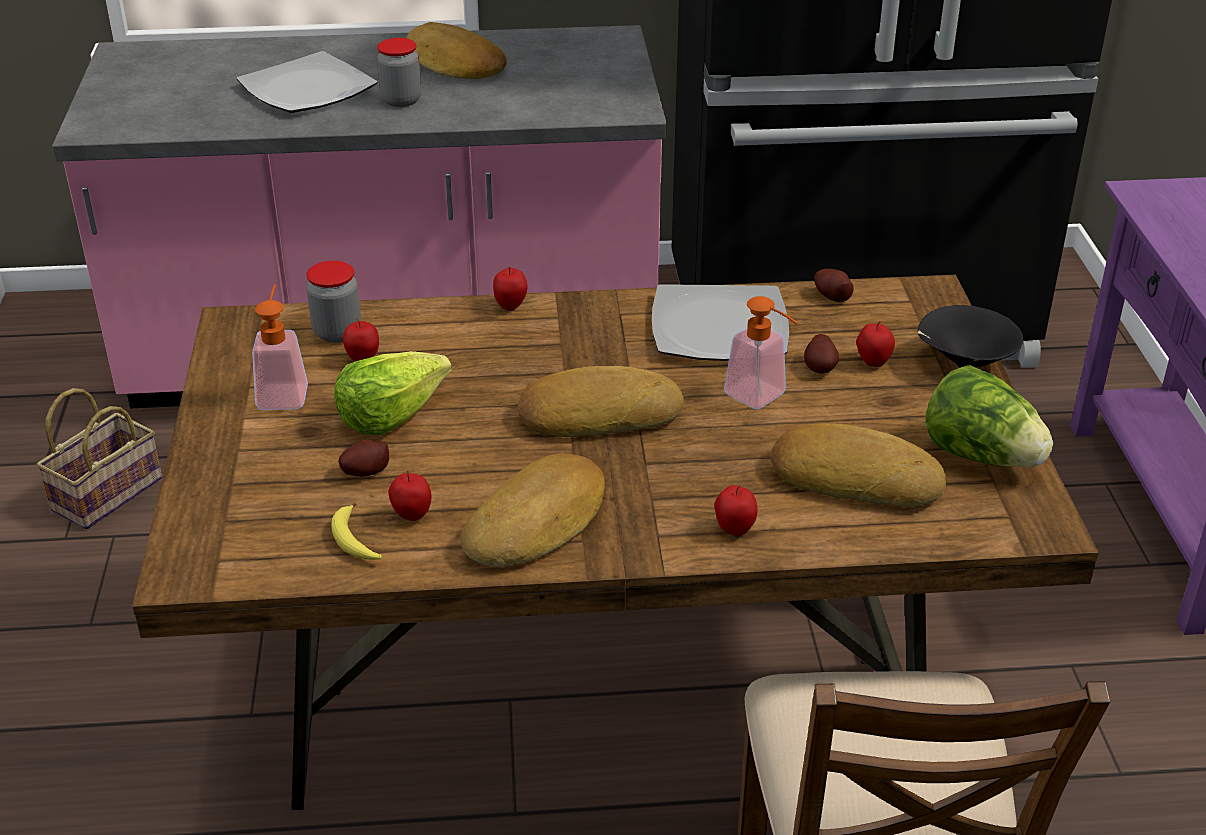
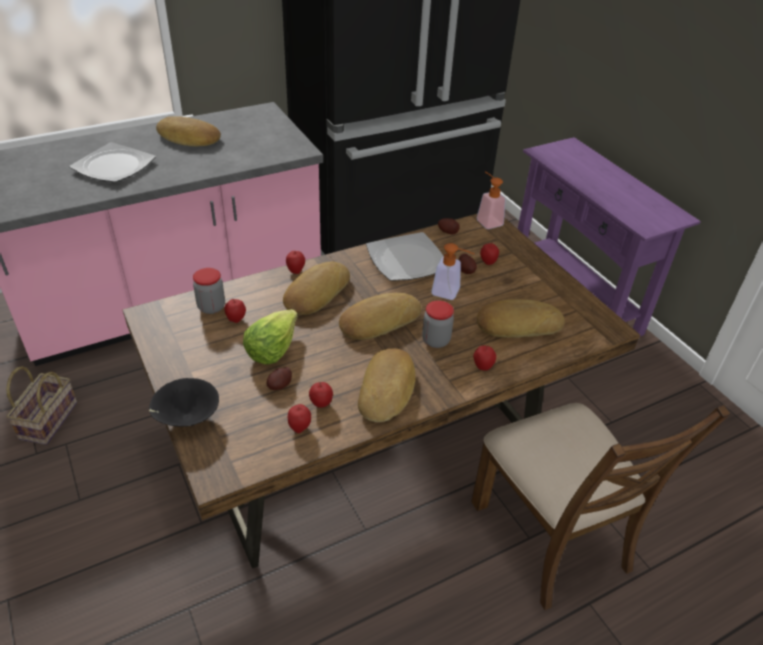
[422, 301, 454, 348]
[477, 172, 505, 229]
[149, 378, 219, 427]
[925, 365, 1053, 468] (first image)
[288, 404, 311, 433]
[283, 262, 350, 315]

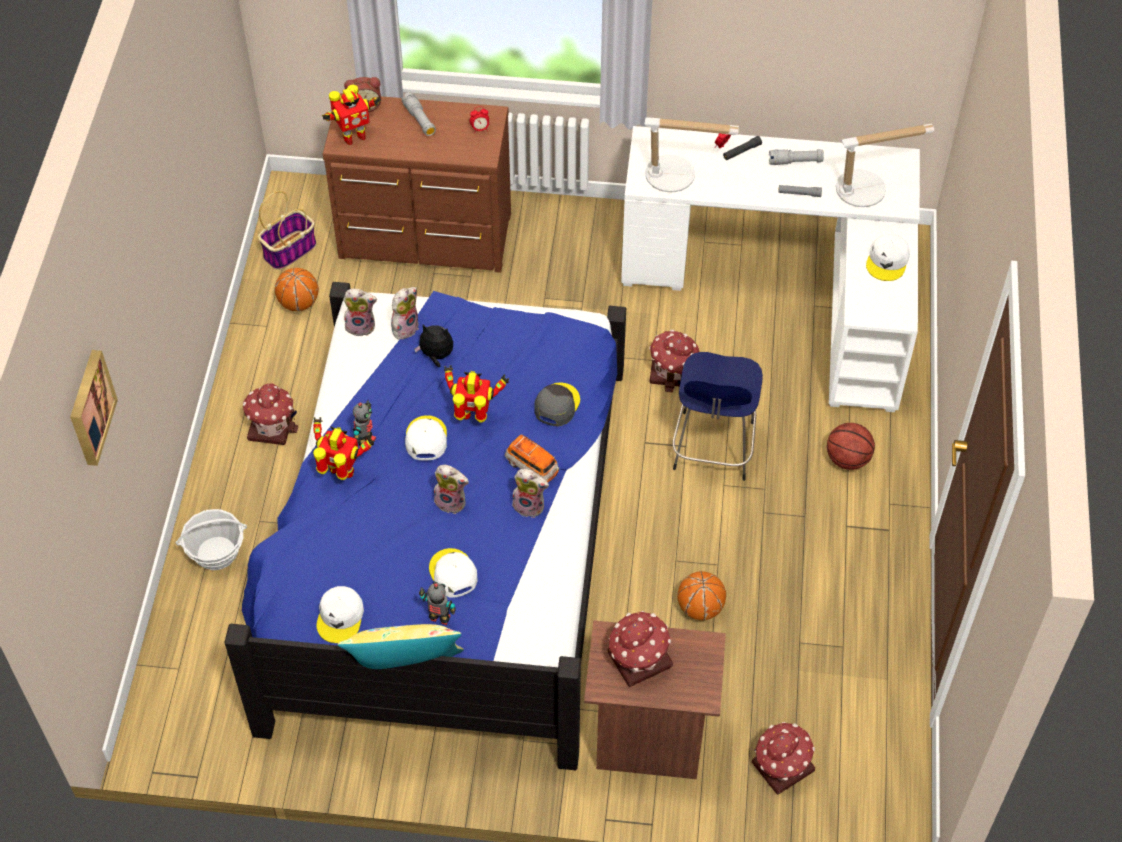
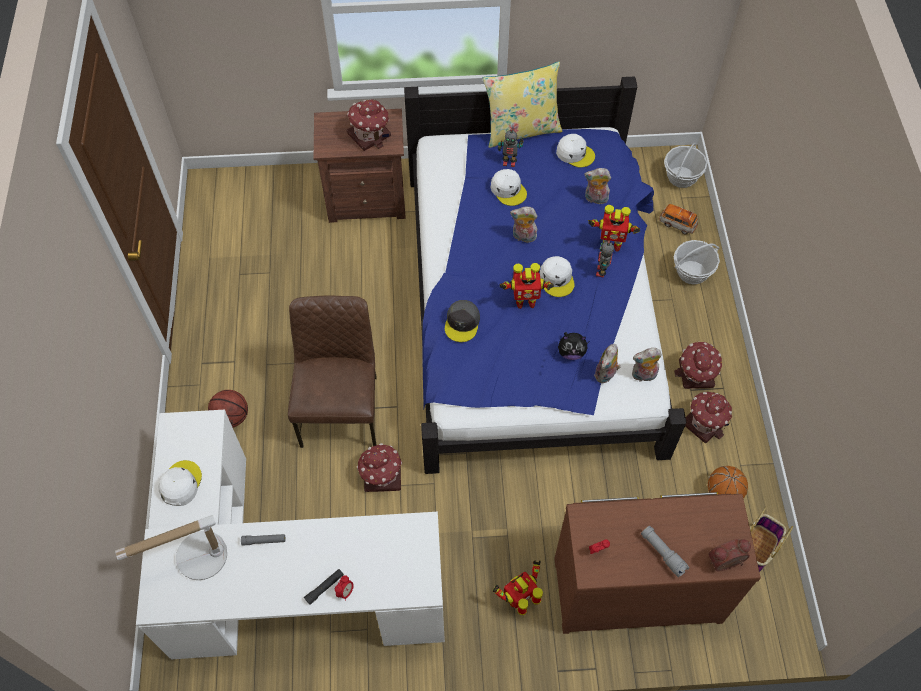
[493, 560, 543, 615]
[644, 117, 739, 192] (first image)
[769, 149, 824, 165] (first image)
[70, 350, 118, 466] (first image)
[288, 296, 377, 448]
[659, 204, 698, 235]
[584, 168, 611, 204]
[677, 571, 726, 621] (first image)
[556, 134, 595, 167]
[685, 391, 732, 443]
[664, 143, 707, 188]

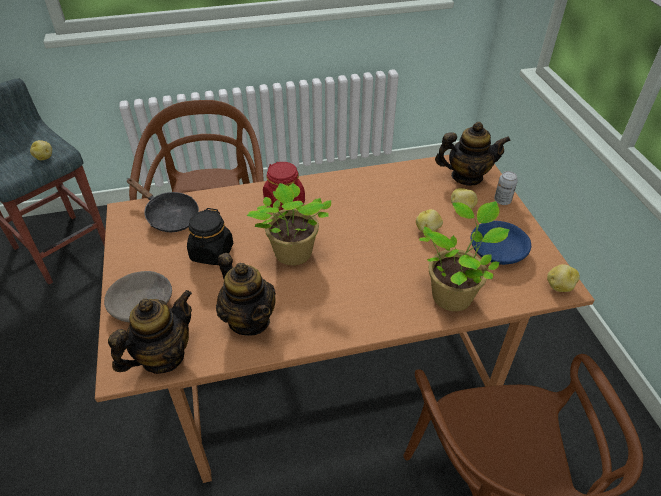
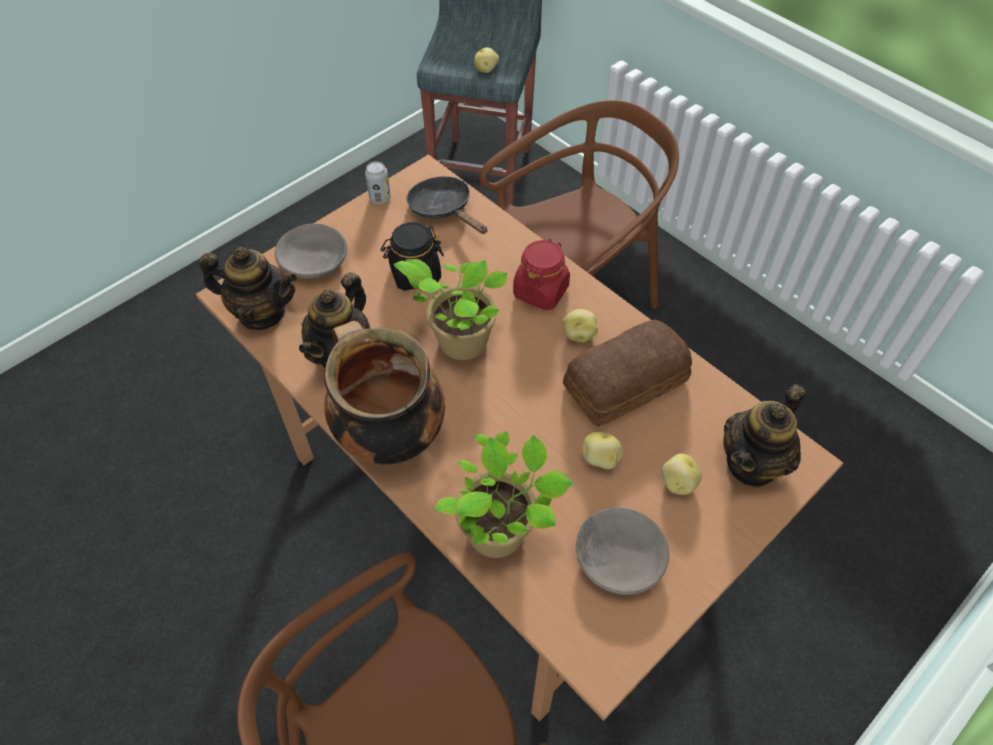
[723, 384, 806, 488]
[365, 161, 391, 204]
[406, 176, 488, 234]
[576, 508, 669, 595]
[562, 309, 598, 343]
[563, 320, 692, 427]
[324, 321, 445, 465]

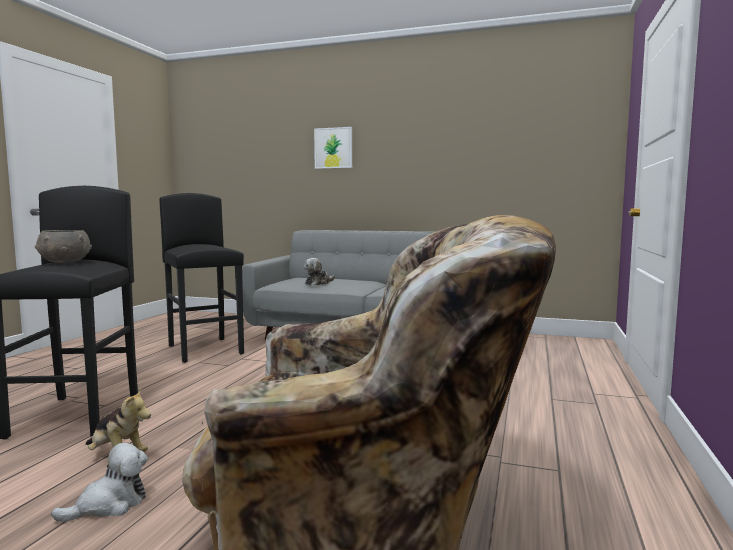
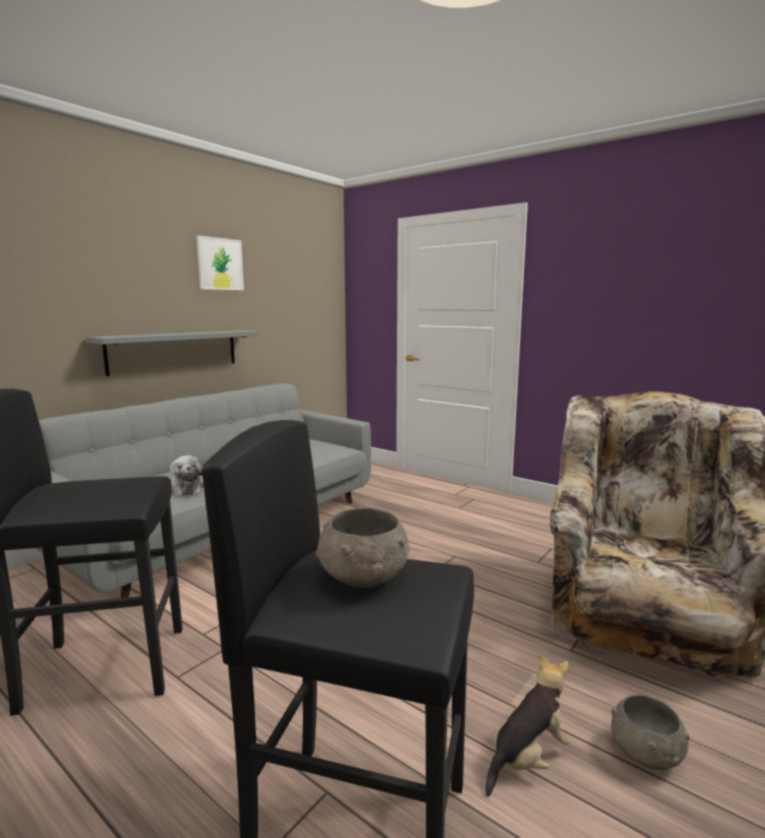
[196, 235, 244, 290]
[611, 694, 690, 770]
[86, 330, 260, 376]

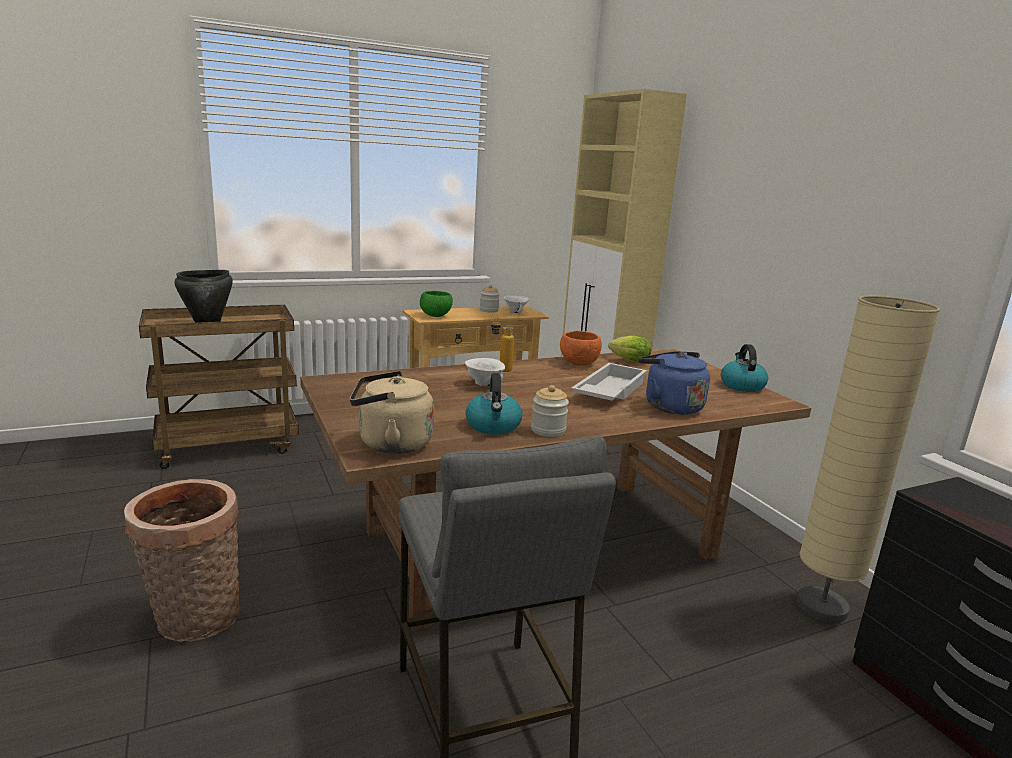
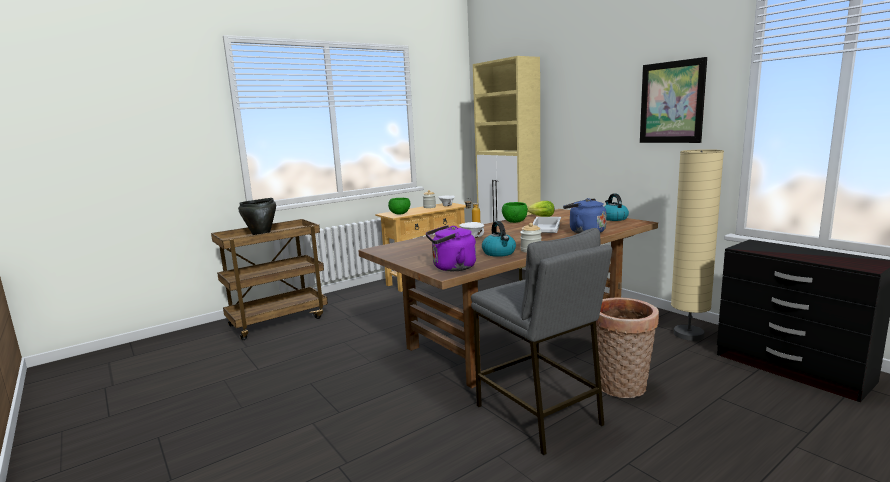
[502, 202, 528, 223]
[426, 225, 476, 271]
[596, 297, 659, 398]
[640, 57, 707, 143]

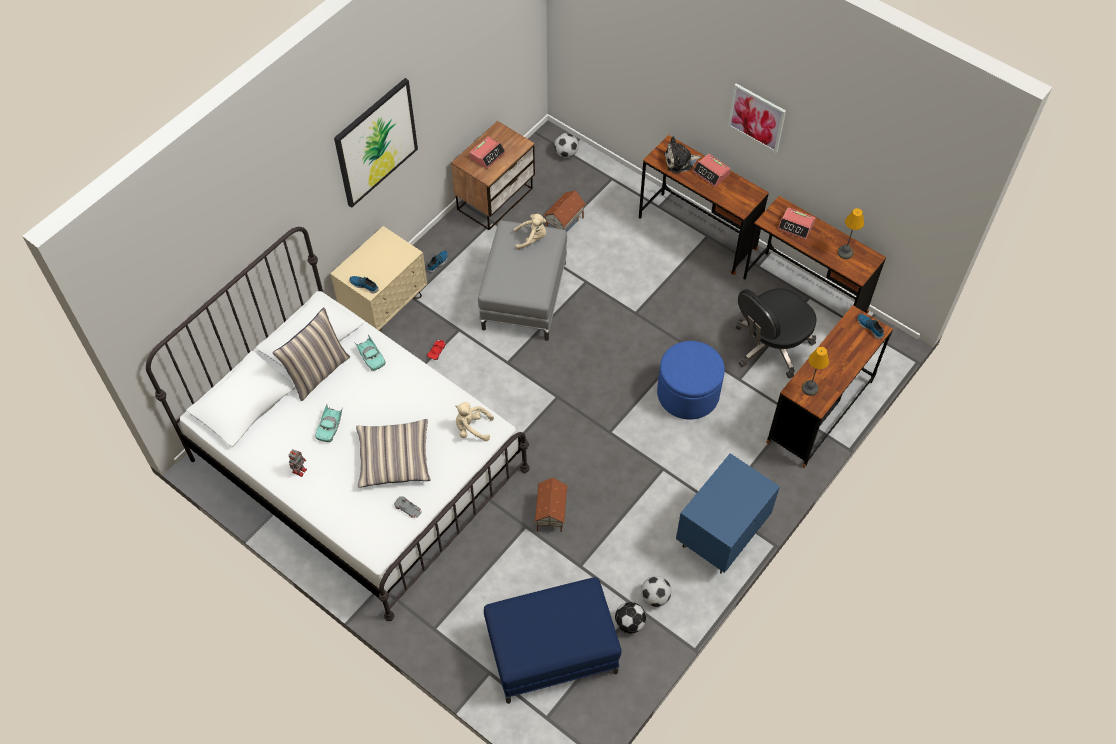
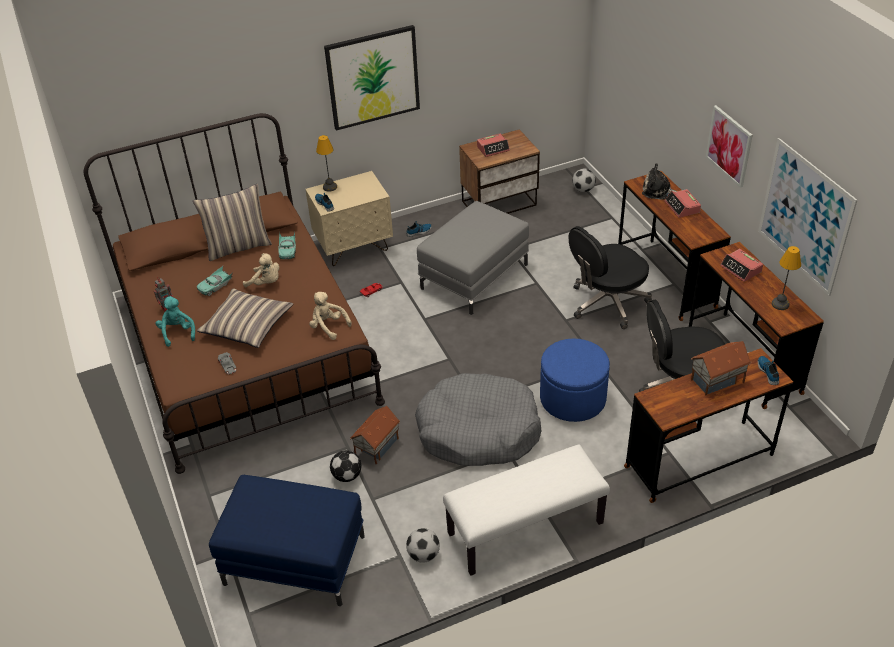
[691, 341, 752, 396]
[243, 253, 279, 288]
[84, 113, 385, 474]
[316, 135, 337, 192]
[443, 445, 610, 576]
[330, 450, 361, 482]
[758, 138, 857, 296]
[569, 226, 652, 329]
[156, 296, 195, 347]
[415, 373, 541, 466]

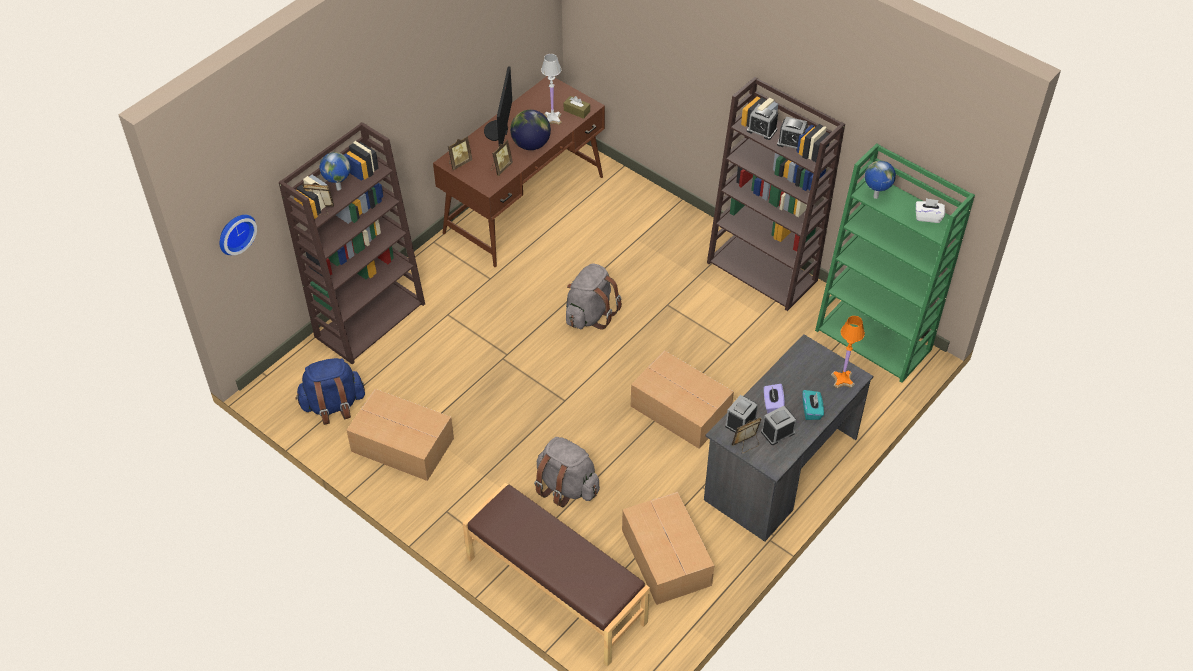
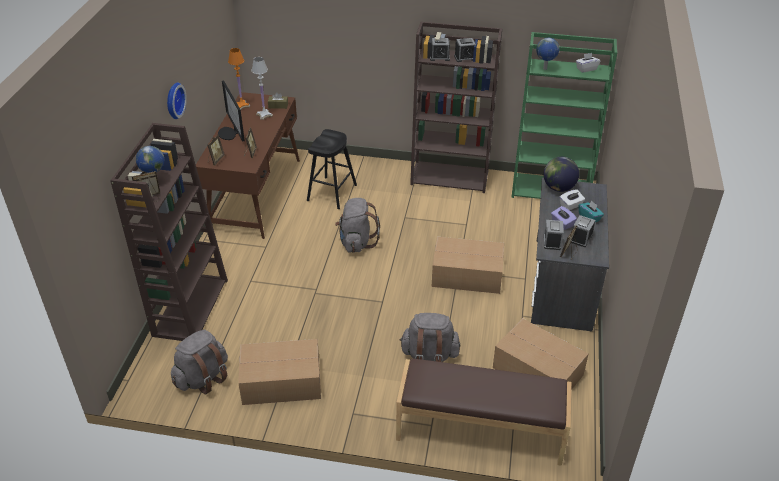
[543, 157, 579, 192]
[167, 83, 187, 119]
[228, 48, 250, 110]
[171, 329, 228, 394]
[307, 129, 357, 209]
[560, 190, 585, 210]

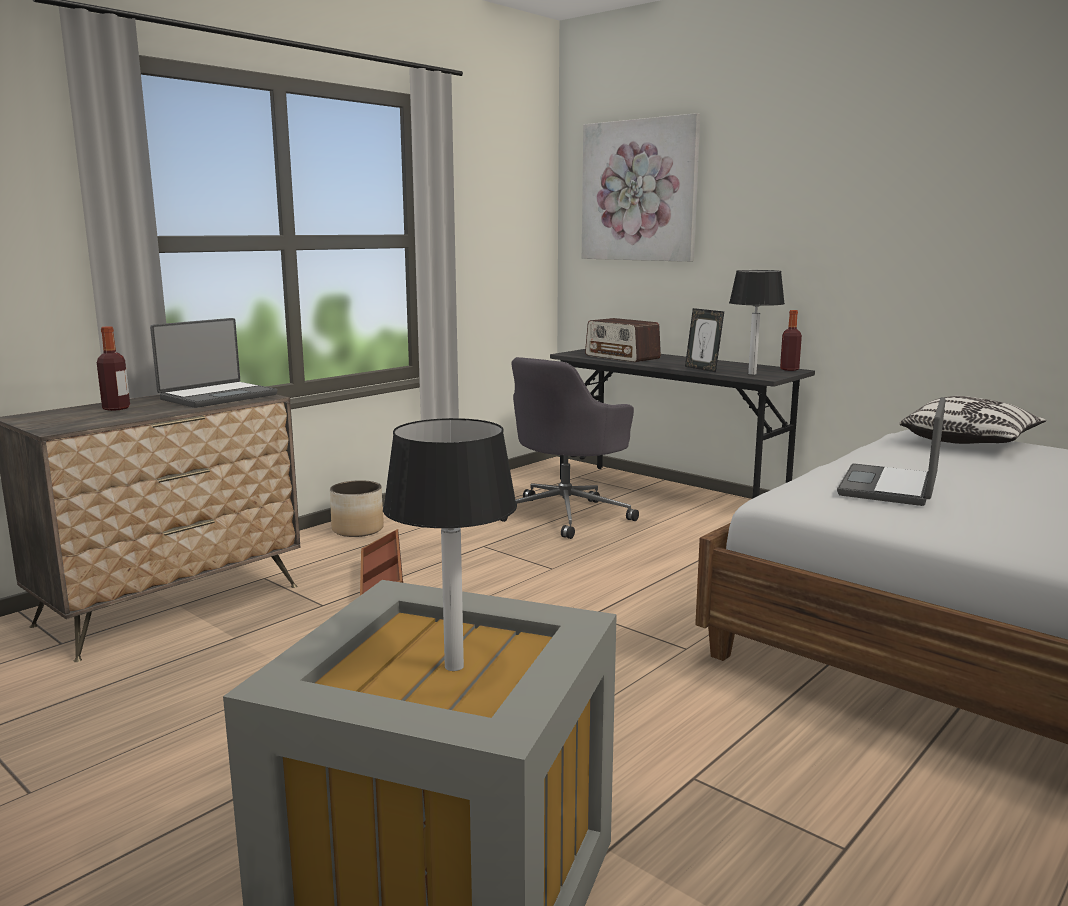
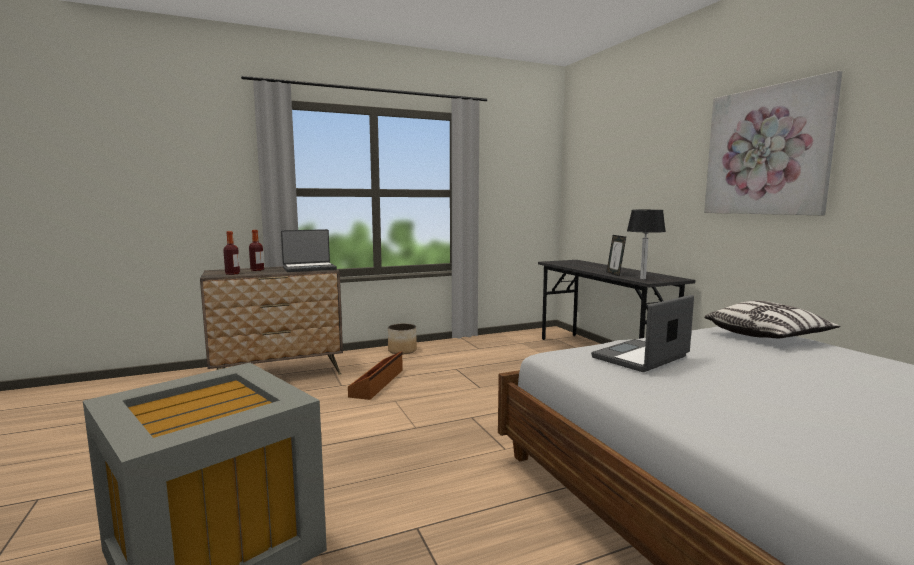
[704, 71, 842, 215]
[223, 231, 240, 275]
[585, 318, 661, 362] (first image)
[501, 357, 639, 539] (first image)
[383, 418, 517, 671] (first image)

